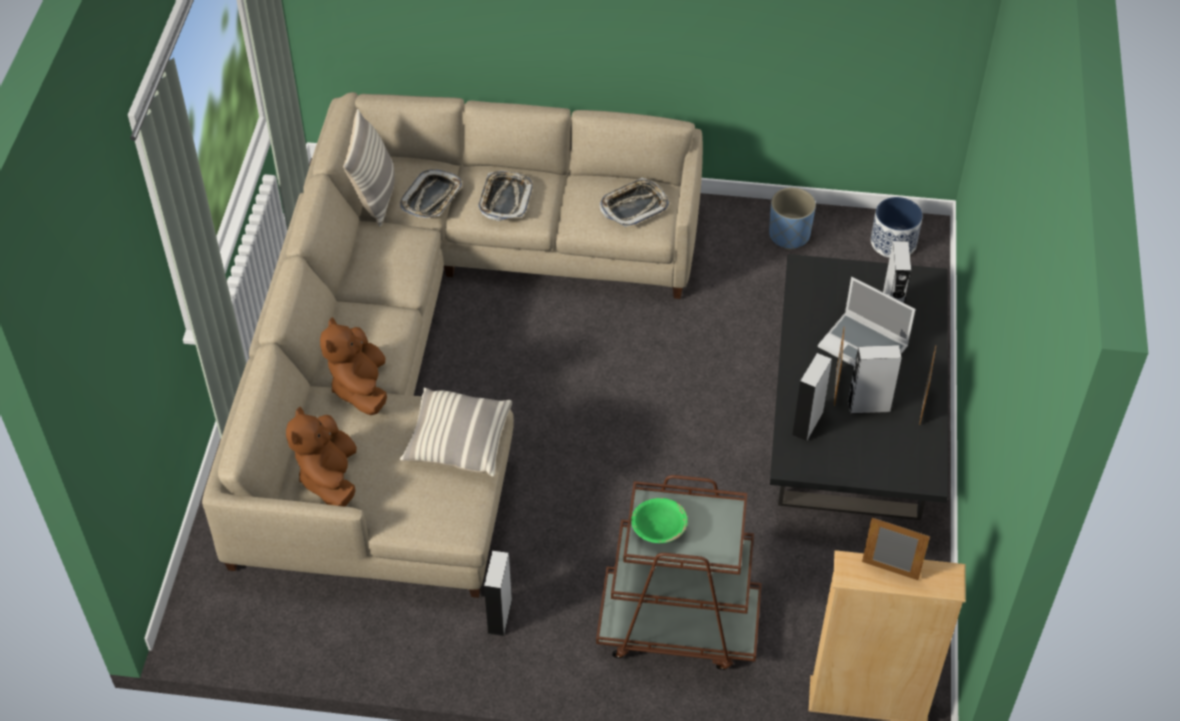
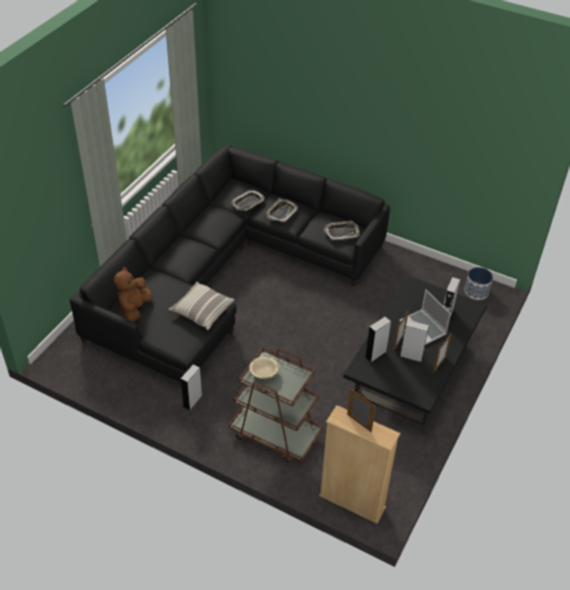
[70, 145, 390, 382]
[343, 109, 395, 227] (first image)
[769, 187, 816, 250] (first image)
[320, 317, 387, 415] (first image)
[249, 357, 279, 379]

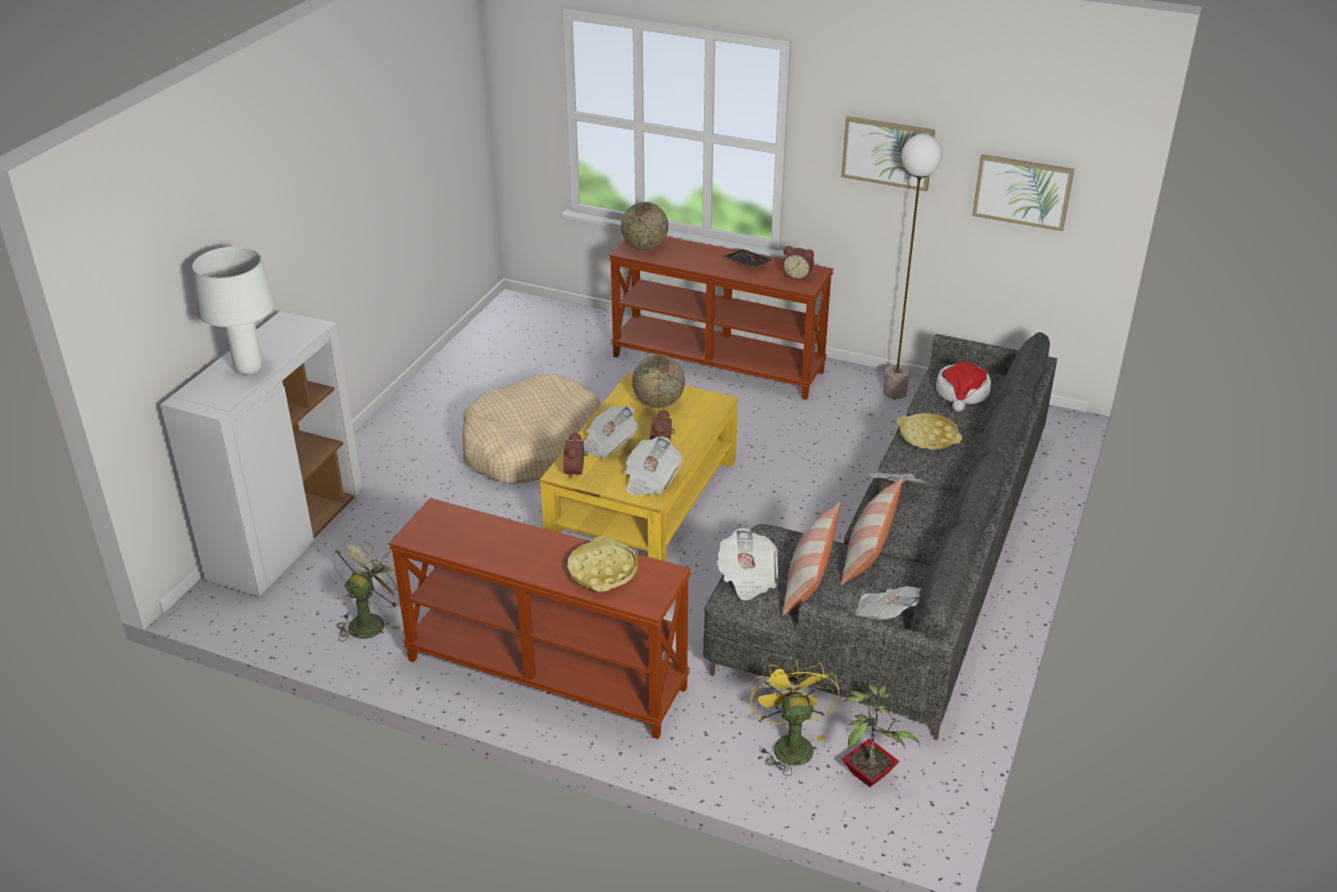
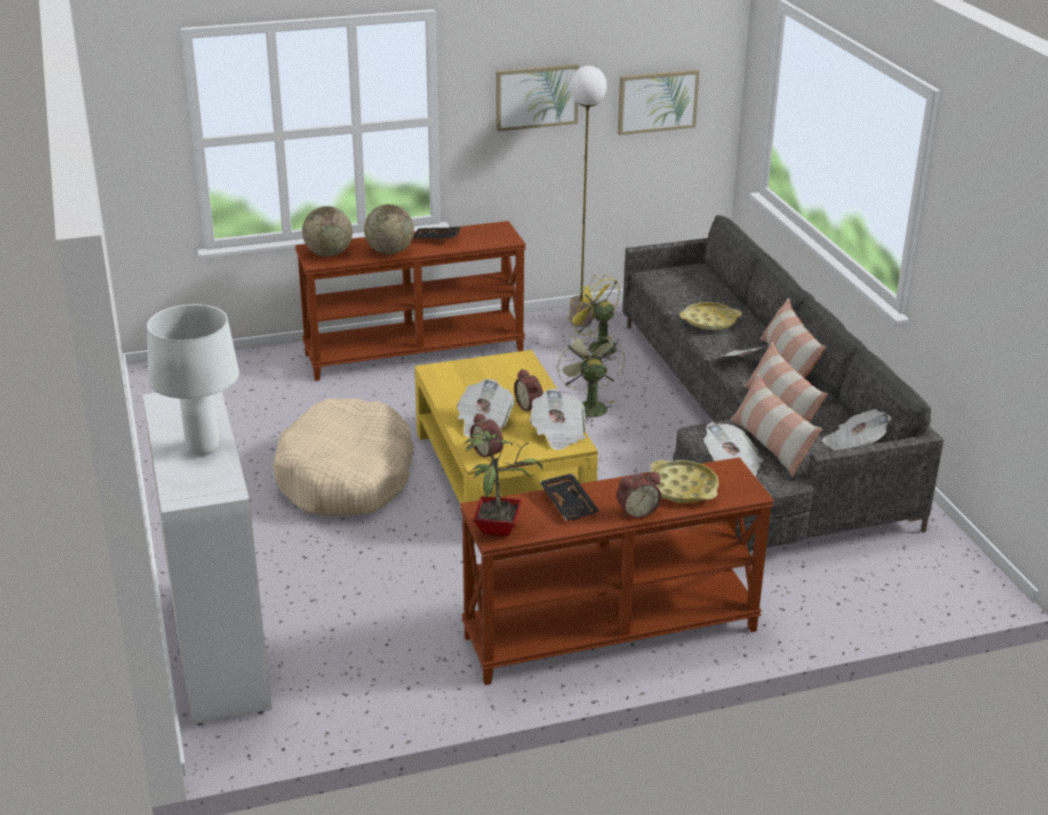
[617, 472, 661, 518]
[364, 204, 414, 255]
[936, 362, 991, 412] (first image)
[557, 330, 625, 423]
[567, 275, 620, 360]
[464, 430, 543, 537]
[760, 298, 827, 378]
[540, 473, 599, 521]

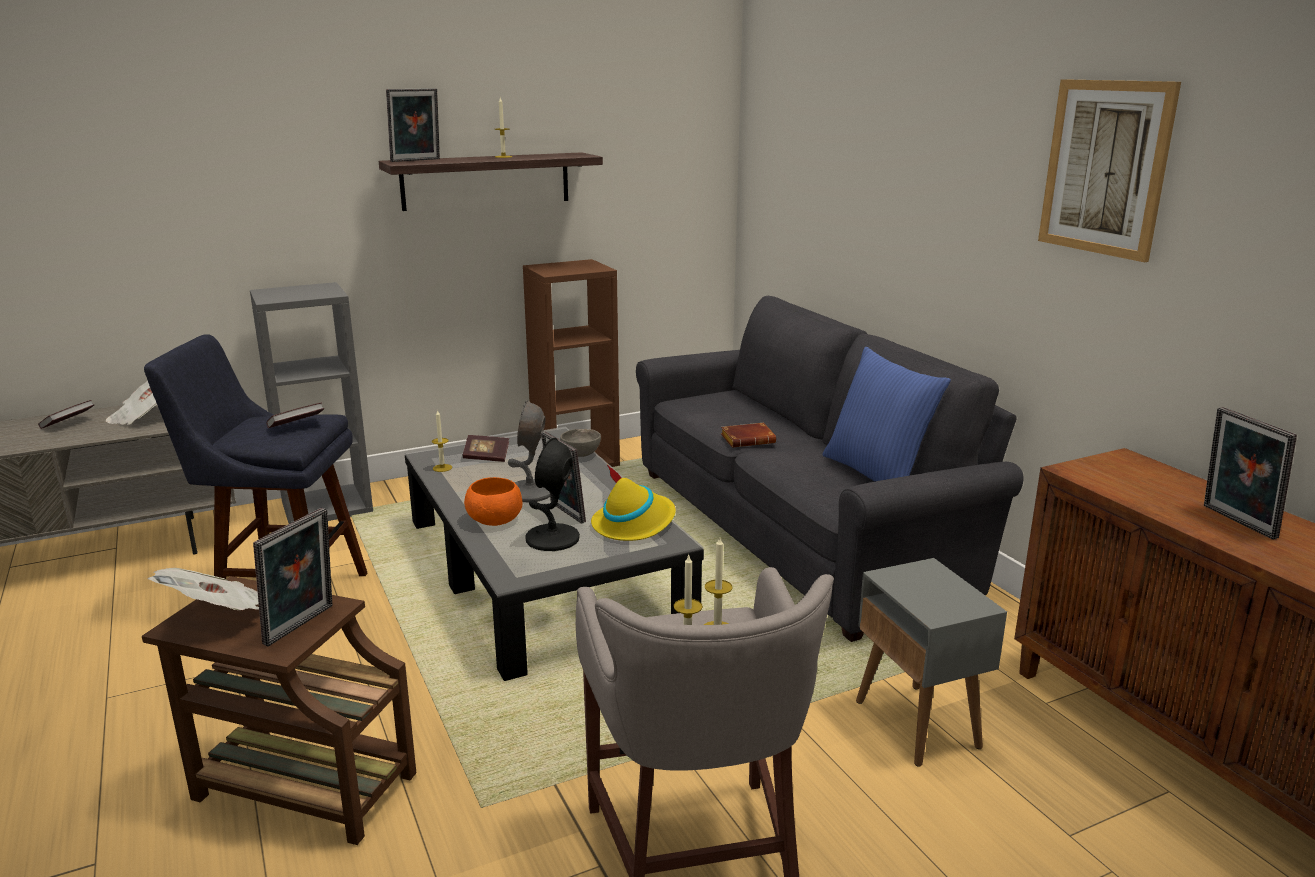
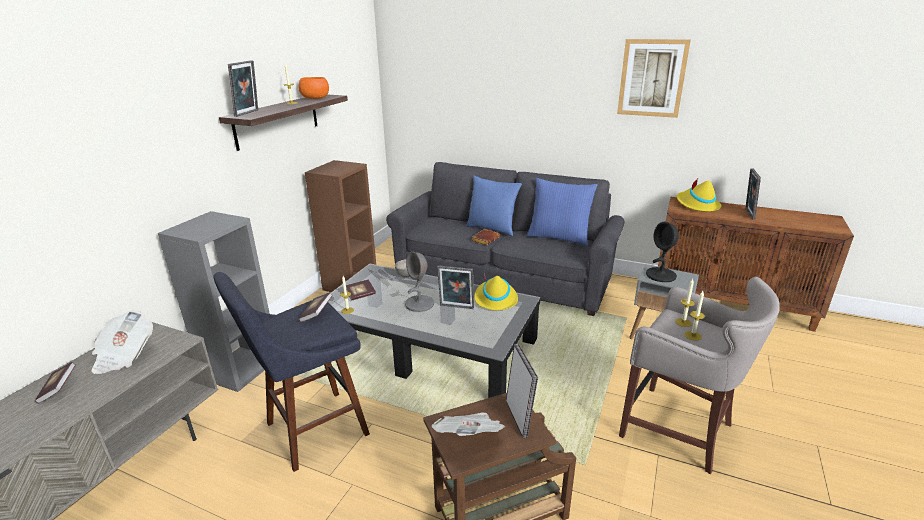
[745, 168, 761, 220]
[646, 222, 679, 282]
[298, 77, 329, 99]
[466, 175, 522, 236]
[677, 179, 721, 212]

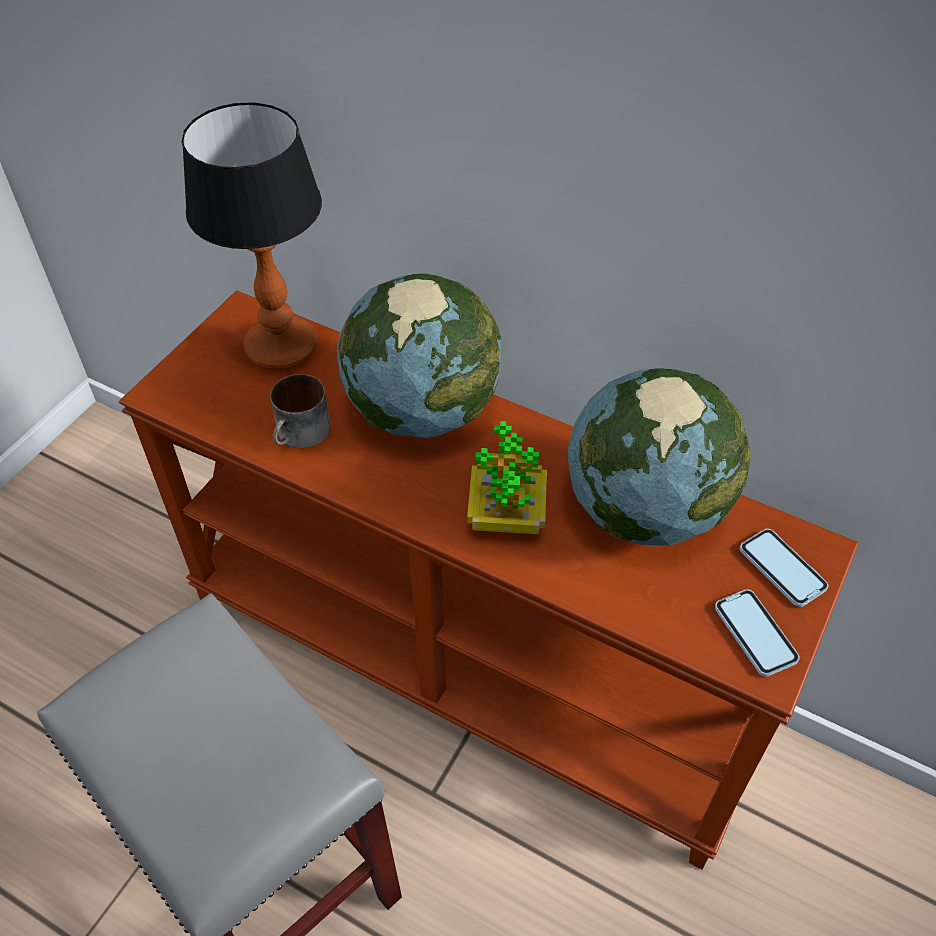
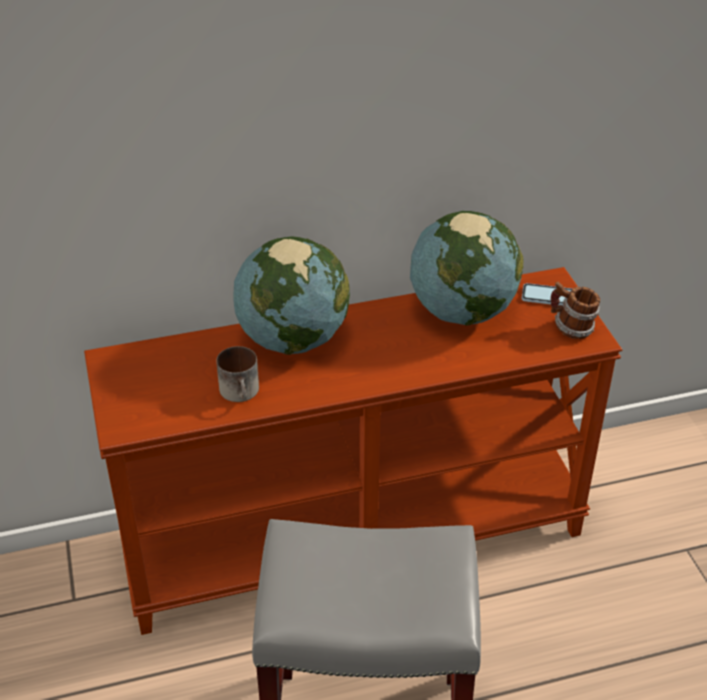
[182, 102, 322, 370] (first image)
[467, 421, 547, 534] (first image)
[550, 282, 600, 339]

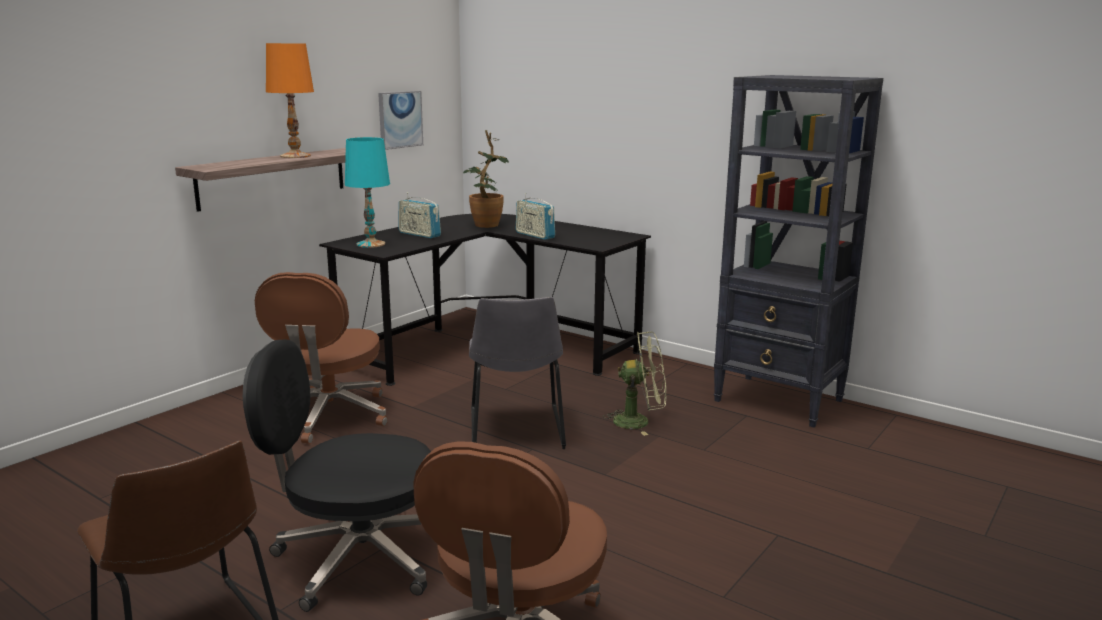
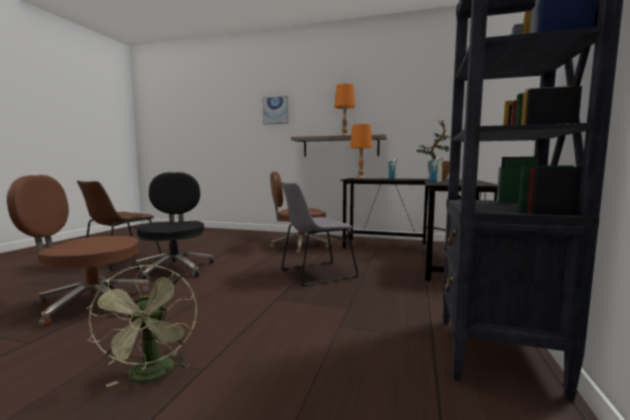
[263, 96, 288, 125]
[350, 124, 372, 179]
[86, 265, 197, 387]

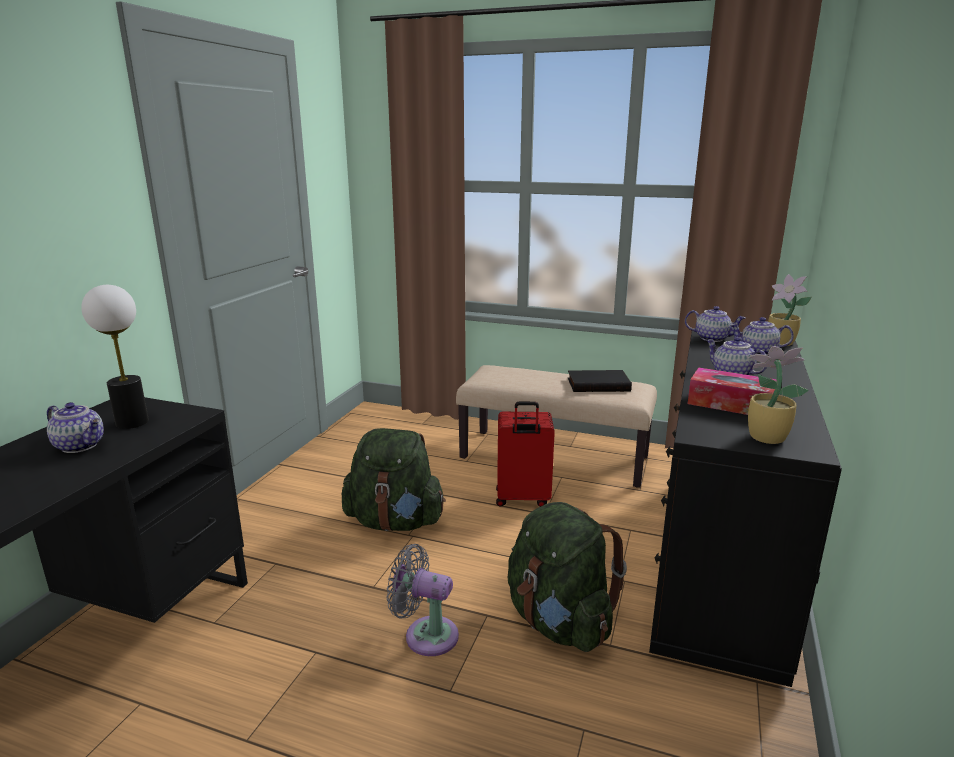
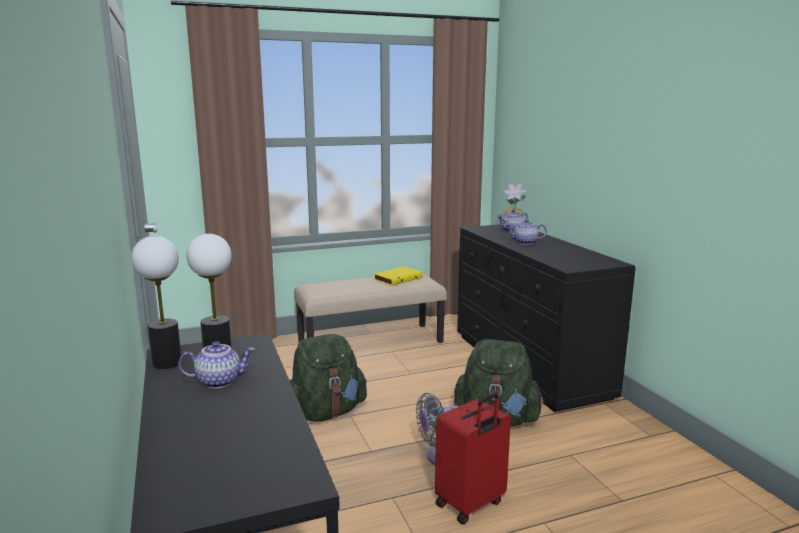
[685, 306, 745, 342] (first image)
[748, 346, 809, 444] (first image)
[688, 367, 777, 415] (first image)
[374, 266, 423, 286]
[435, 393, 511, 524]
[131, 236, 181, 369]

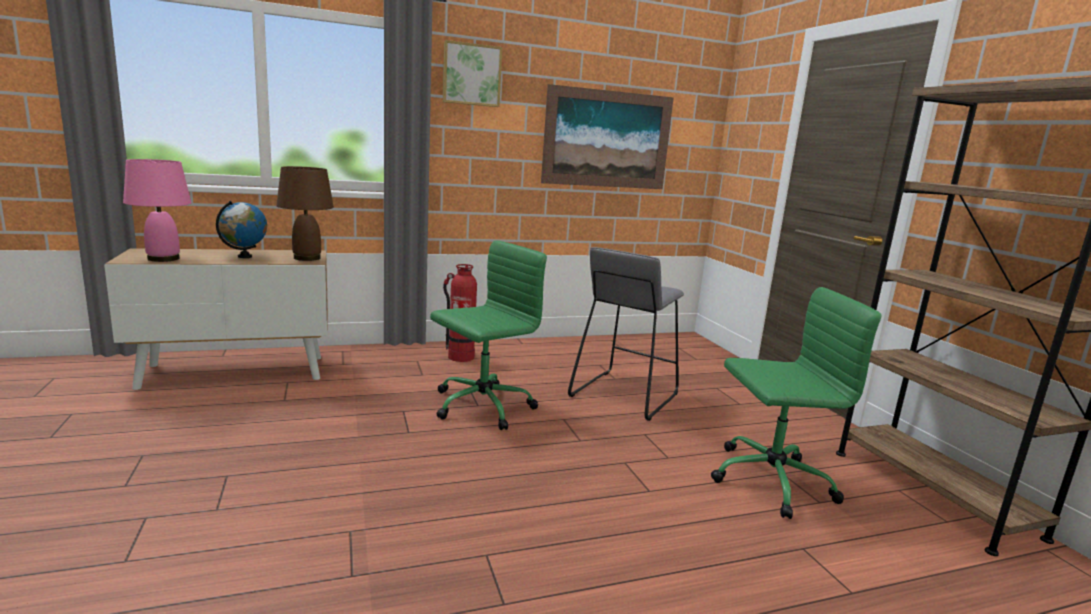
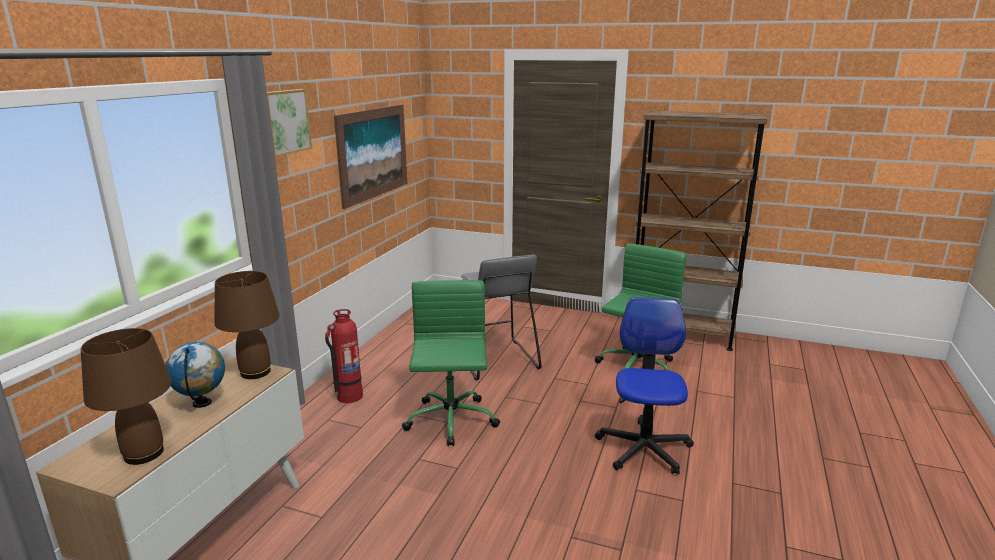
[81, 328, 172, 465]
[595, 297, 694, 475]

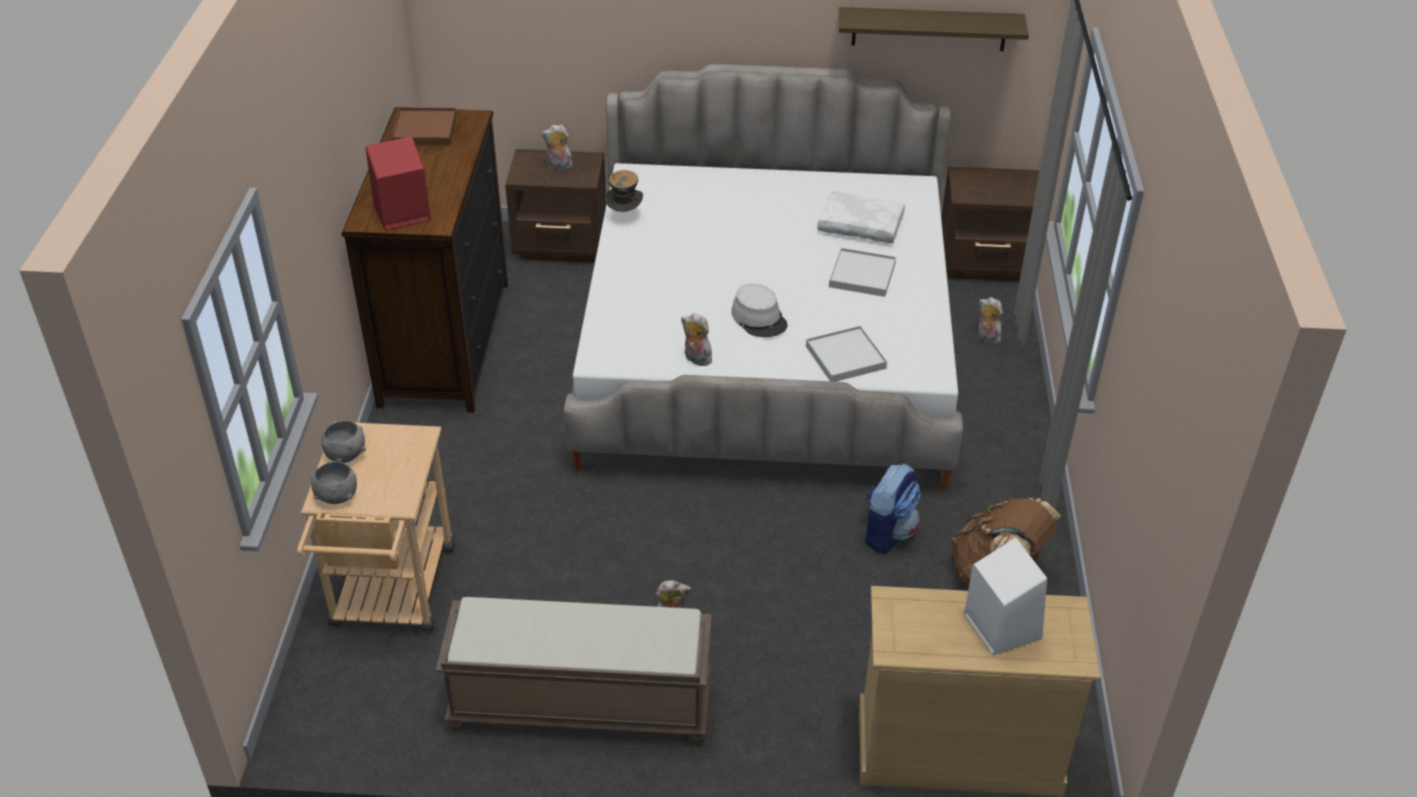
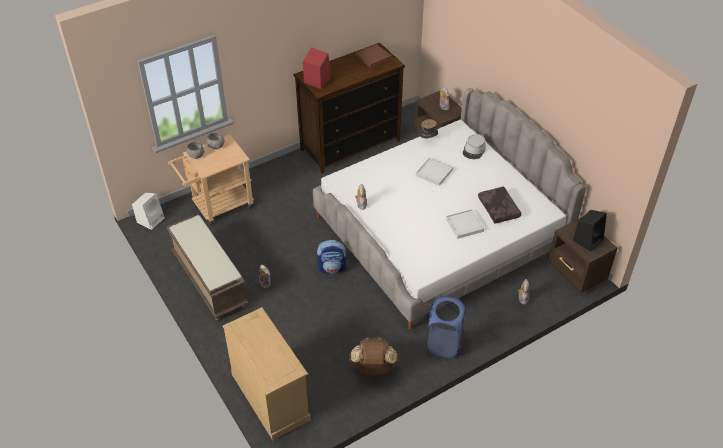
[839, 7, 1029, 51] (first image)
[478, 187, 521, 224]
[463, 134, 486, 159]
[416, 157, 453, 186]
[317, 240, 346, 273]
[132, 193, 165, 230]
[573, 210, 607, 252]
[426, 296, 466, 358]

